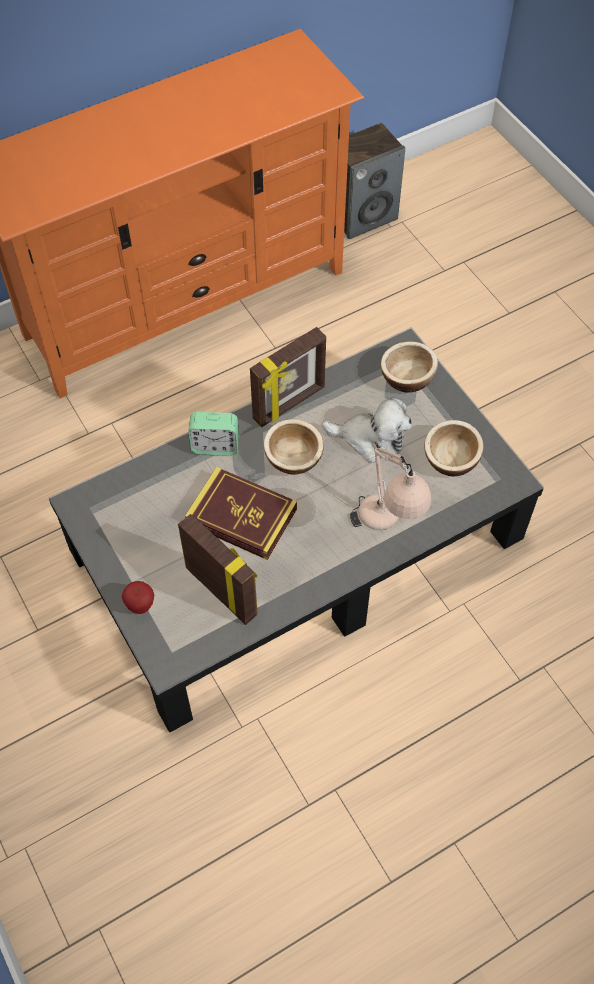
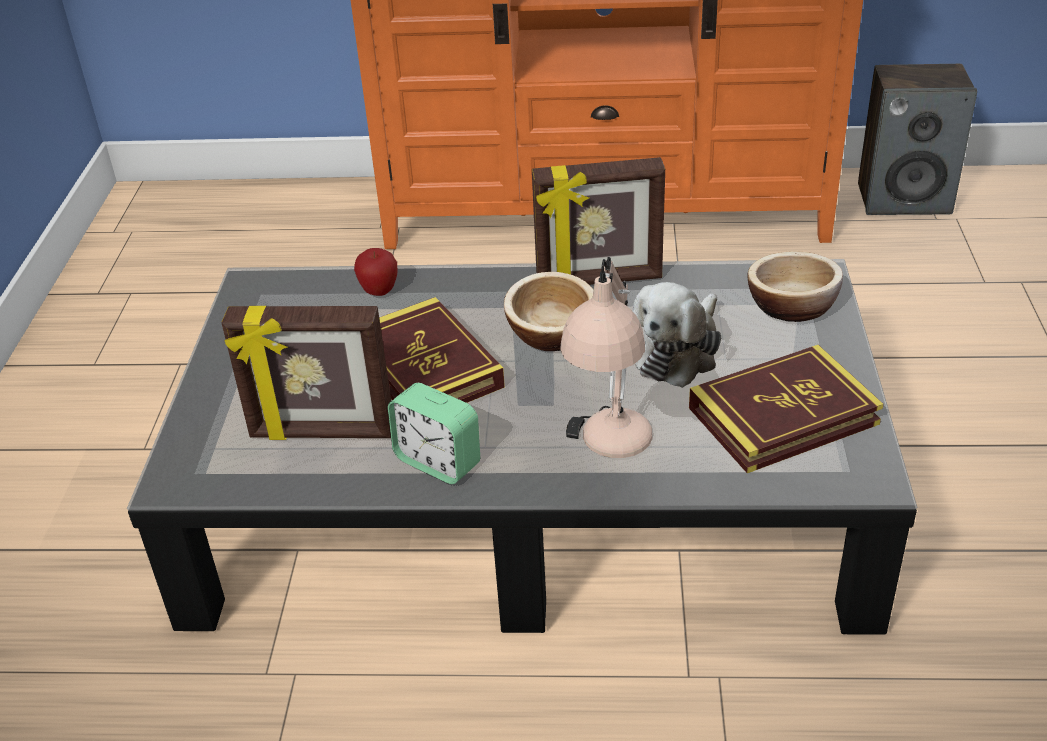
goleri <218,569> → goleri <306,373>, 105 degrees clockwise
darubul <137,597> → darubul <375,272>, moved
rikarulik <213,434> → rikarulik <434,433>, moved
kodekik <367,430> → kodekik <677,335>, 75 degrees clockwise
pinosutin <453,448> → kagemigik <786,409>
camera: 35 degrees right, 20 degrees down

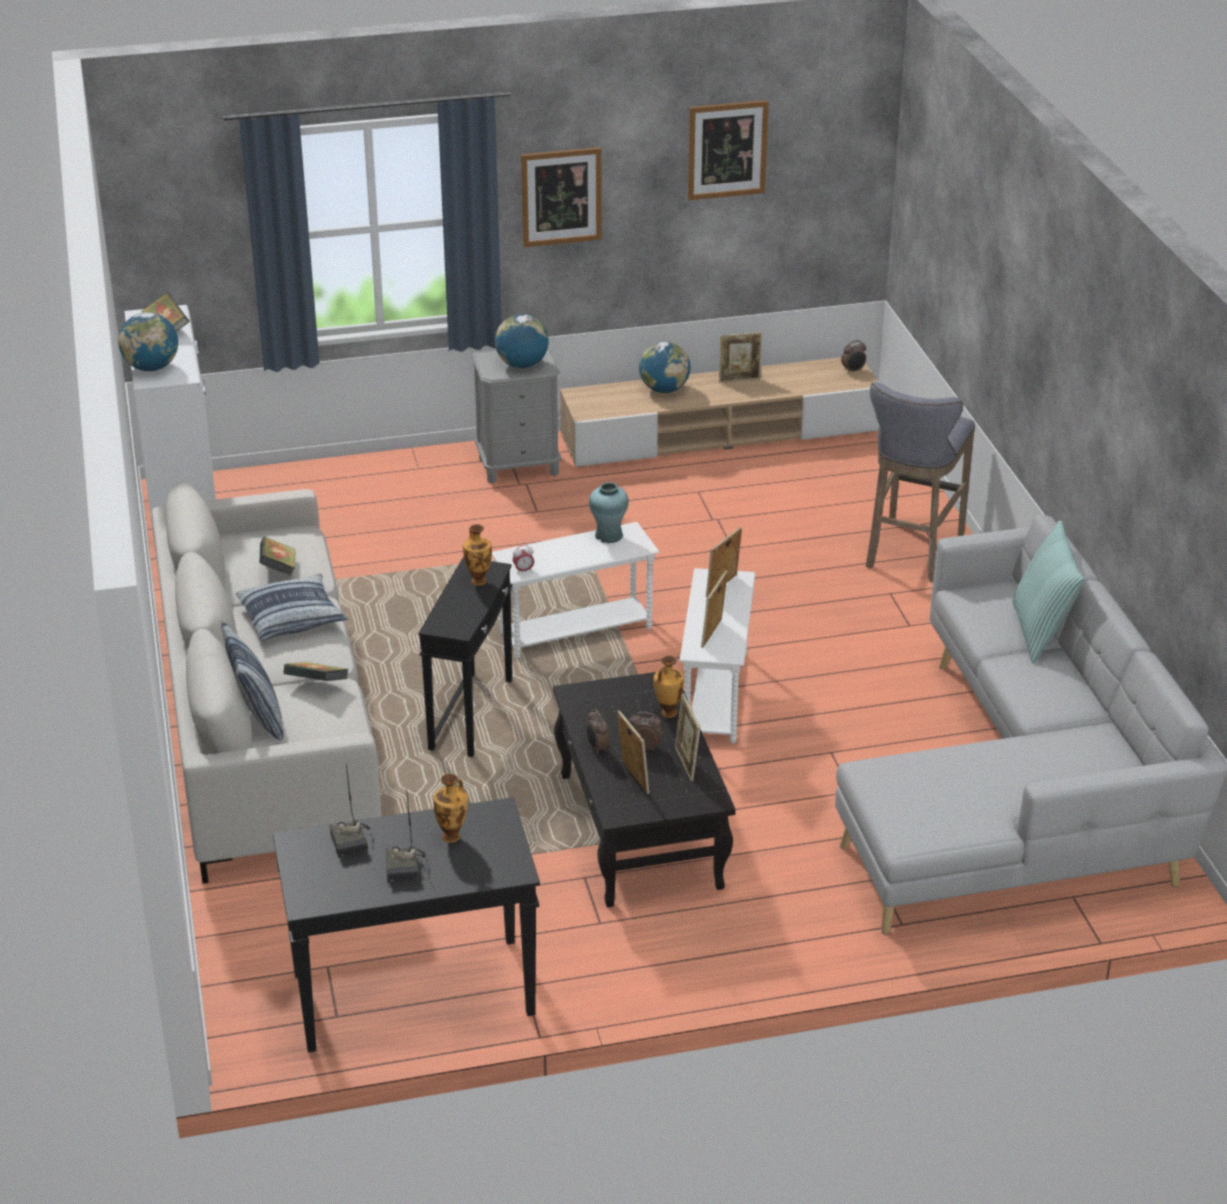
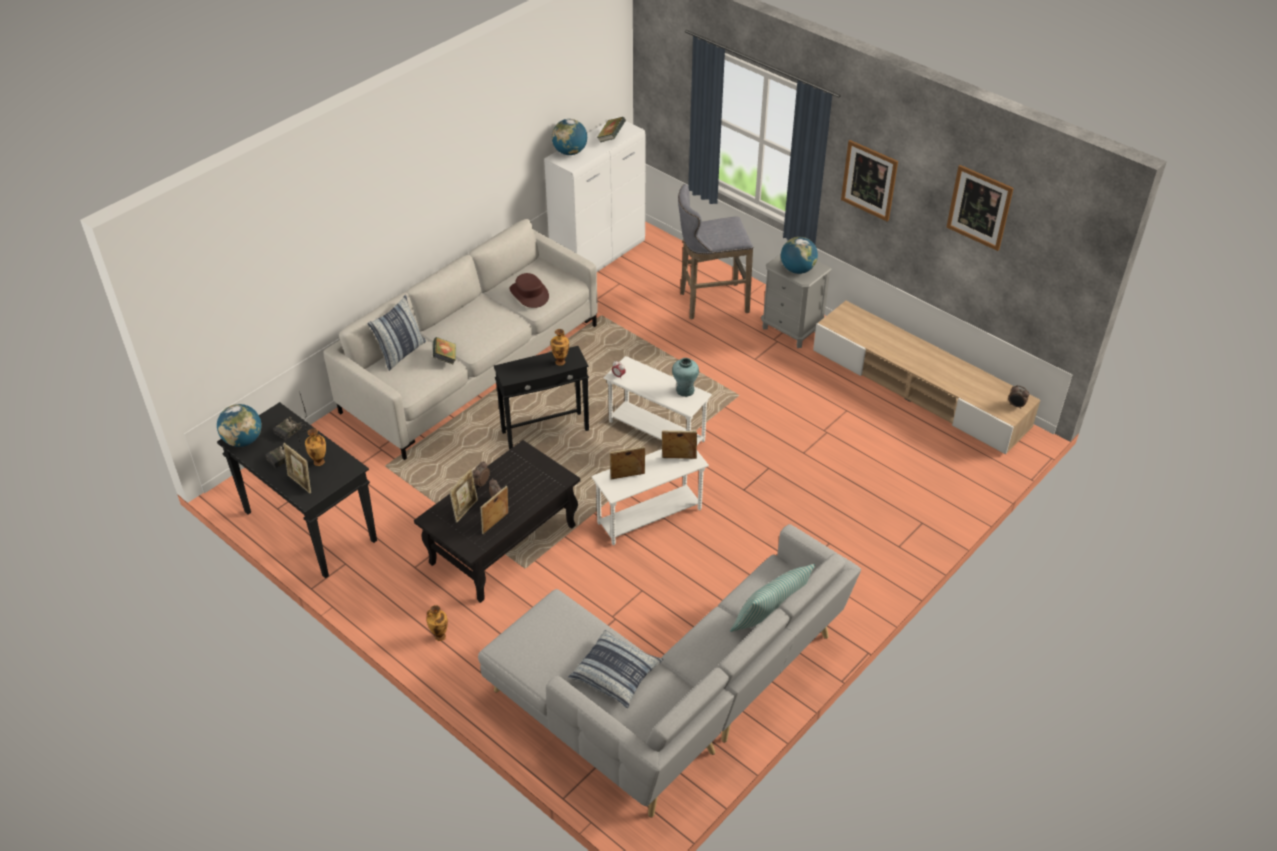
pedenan <664,367> → pedenan <239,425>, moved
goleri <740,357> → goleri <297,468>, moved
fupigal <668,687> → fupigal <437,623>, moved
kagemigik <277,556> → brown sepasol <529,290>
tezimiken <292,607> → tezimiken <616,669>, moved
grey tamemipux <920,482> → grey tamemipux <715,252>, moved
camera: 55 degrees right, 10 degrees up

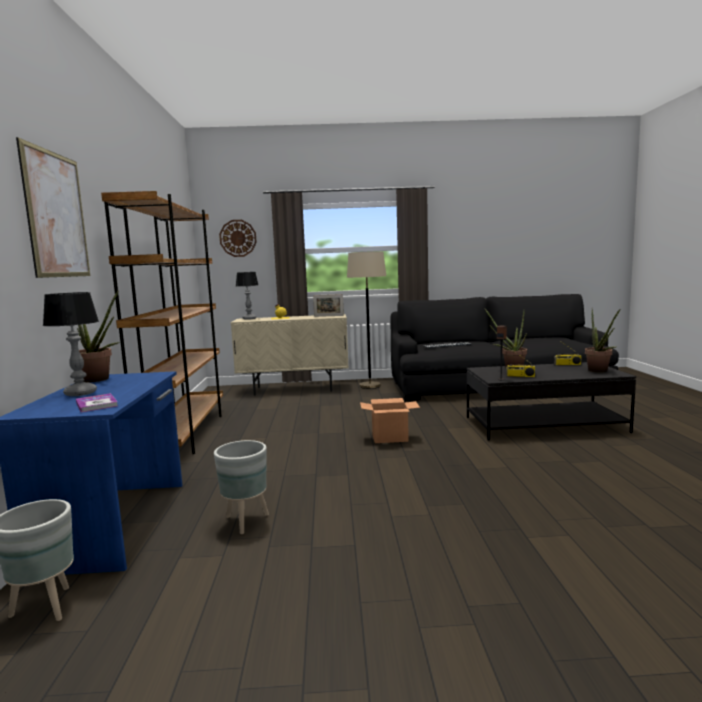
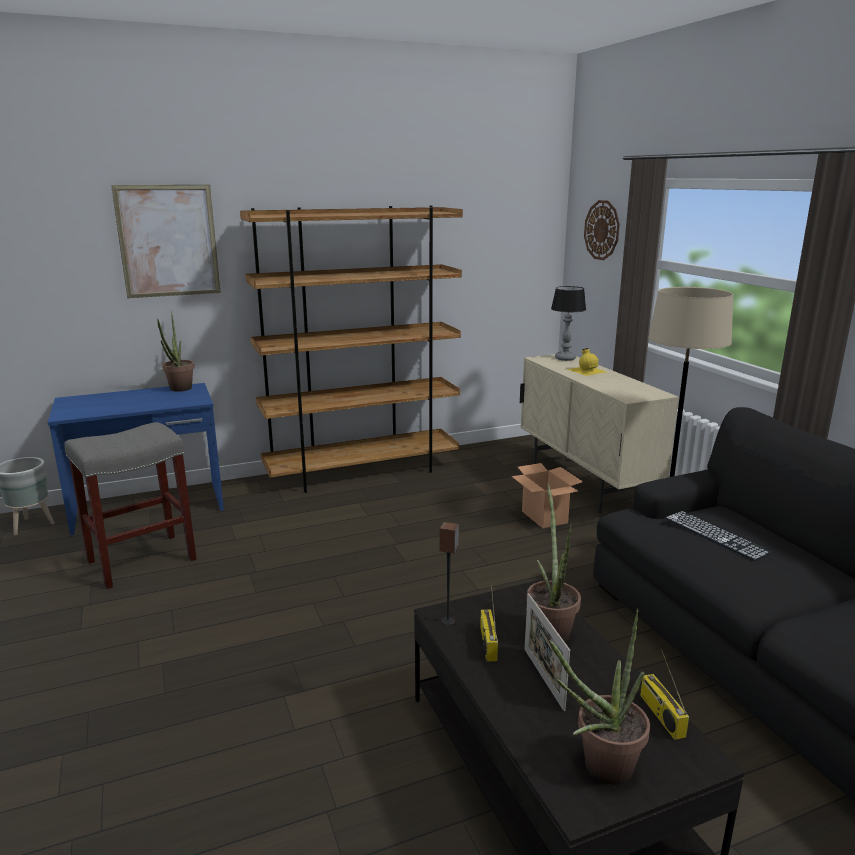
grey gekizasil <241,487> → grey tamemipux <130,505>
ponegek <390,420> → ponegek <547,496>, moved
goleri <328,305> → goleri <547,652>, moved
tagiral <71,344> → -
kagemigik <97,402> → -
camera: 70 degrees right, 10 degrees up

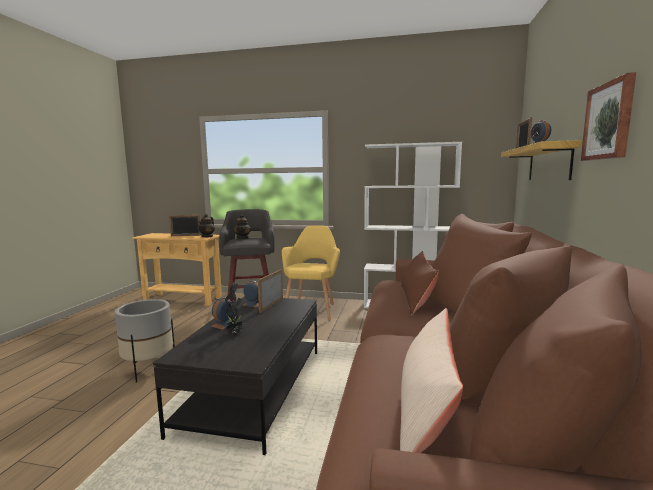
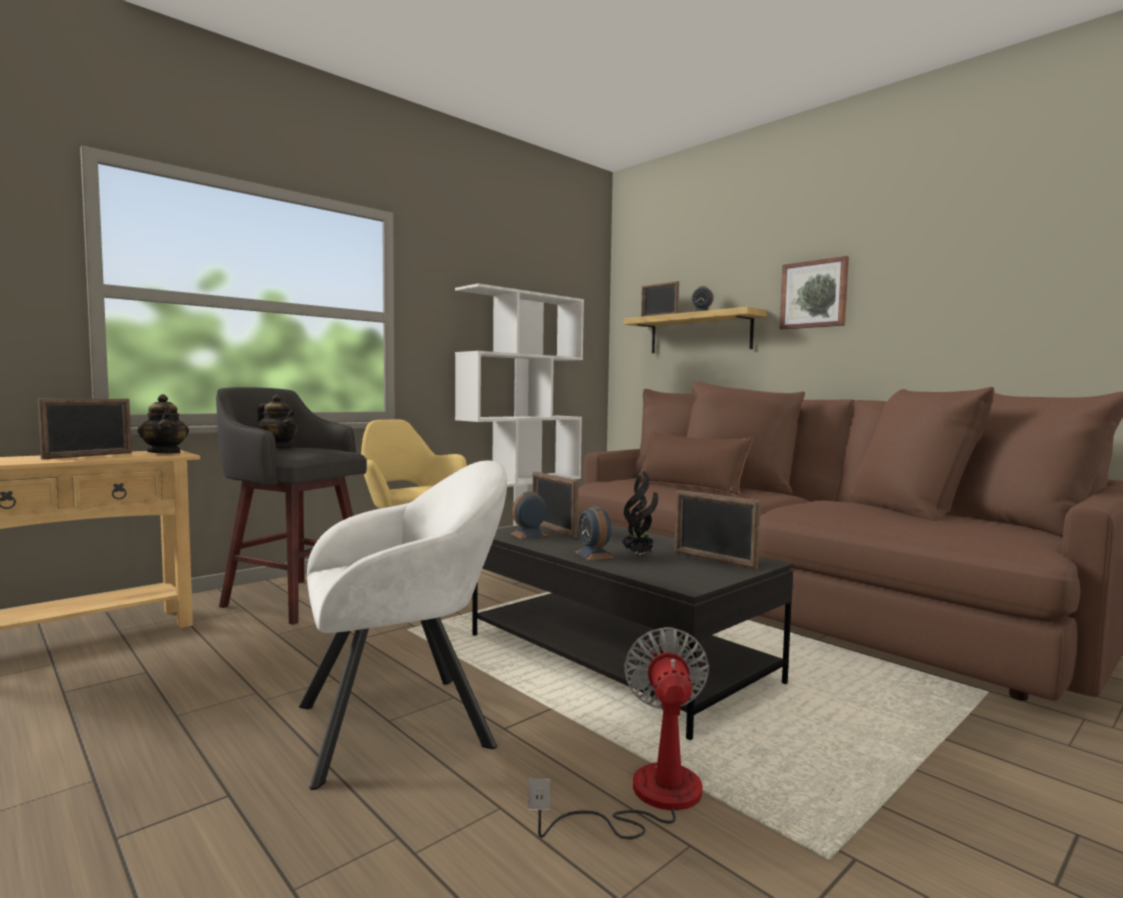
grey gekizasil <145,341> → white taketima <403,625>
- → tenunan <618,733>
- → goleri <717,529>
beige tezimiken <431,380> → -
camera: 55 degrees left, 5 degrees down

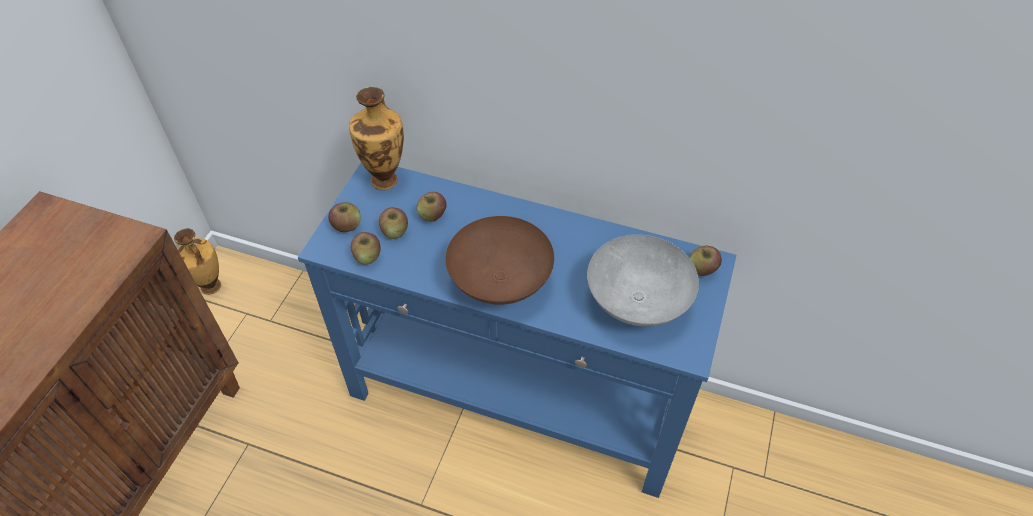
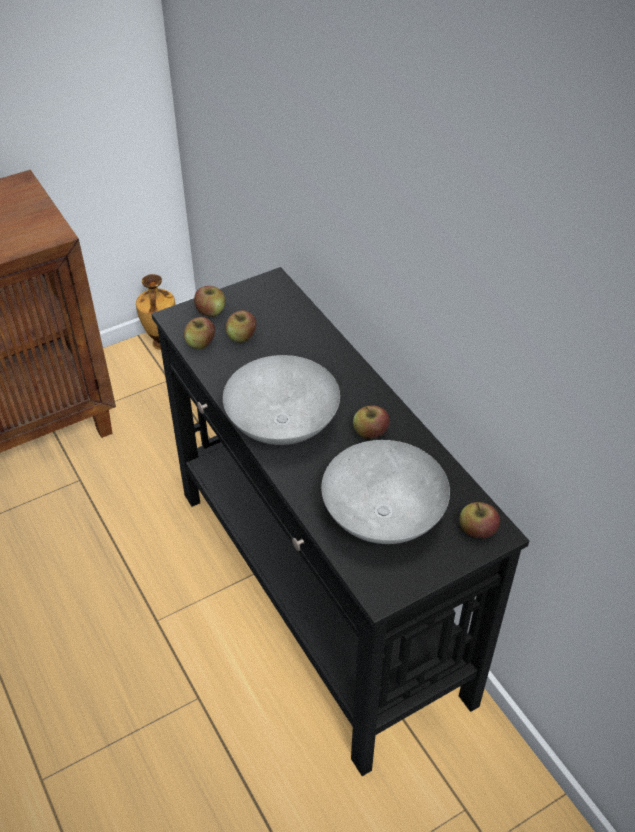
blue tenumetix <517,330> → black tenumetix <340,521>
brown pinosutin <500,260> → grey pinosutin <281,400>
darubul <431,207> → darubul <371,422>, moved
fupigal <376,138> → -
camera: 40 degrees right, 5 degrees down

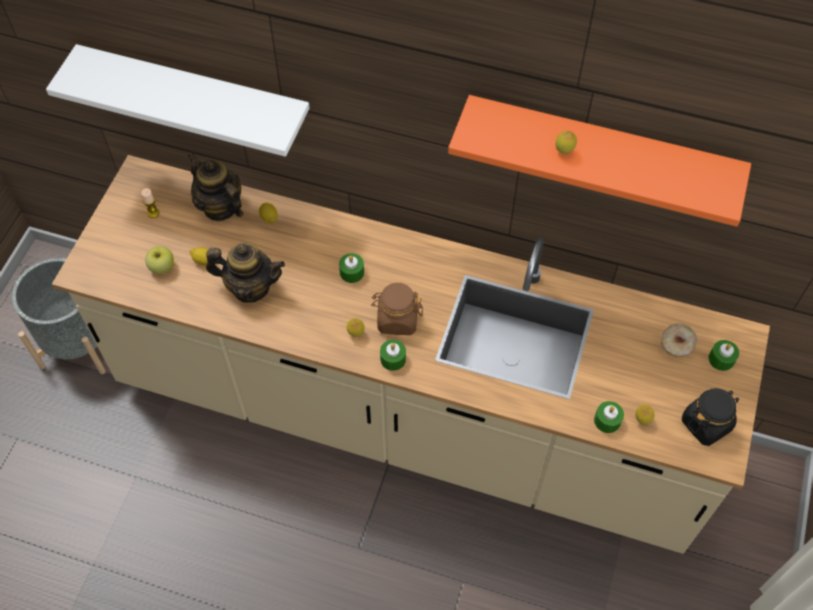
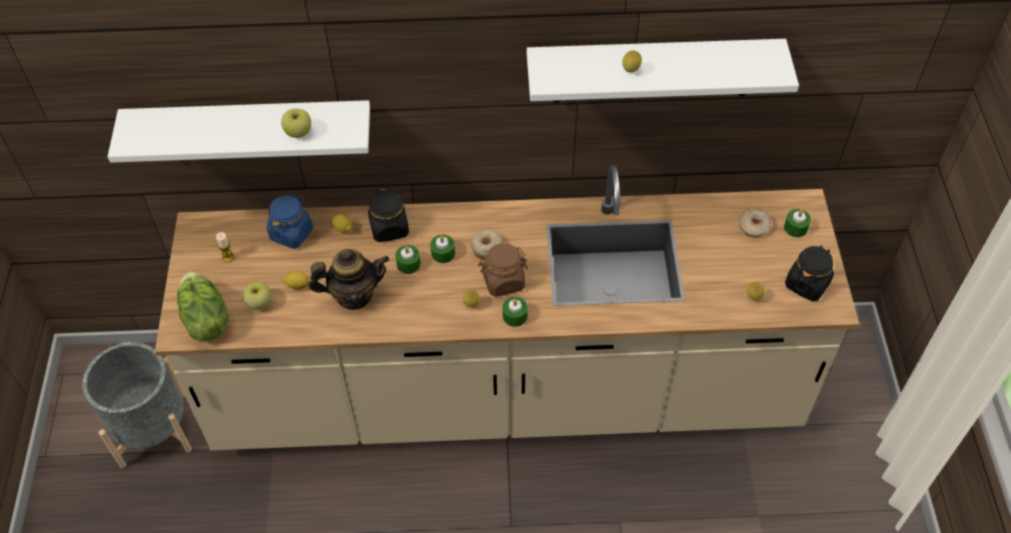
- → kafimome <202,306>
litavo <215,187> → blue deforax <290,221>
- → darubul <296,123>
- → black deforax <388,215>
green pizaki <609,417> → green pizaki <408,259>, moved
- → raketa <486,245>
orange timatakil <599,161> → white timatakil <663,70>
camera: 20 degrees left, 5 degrees down

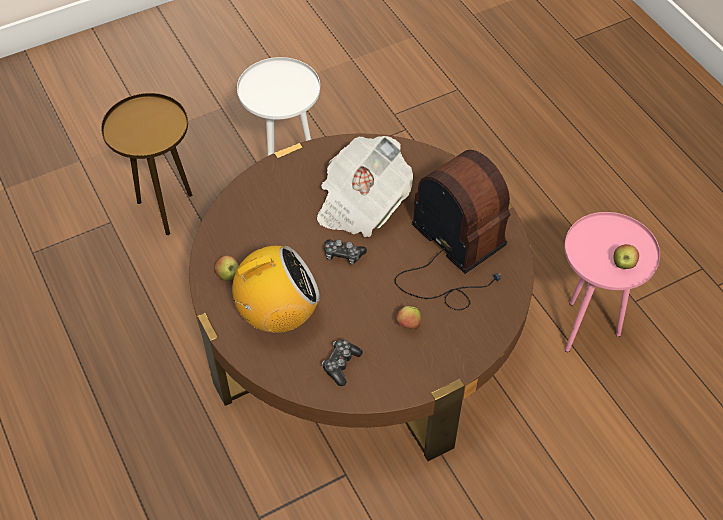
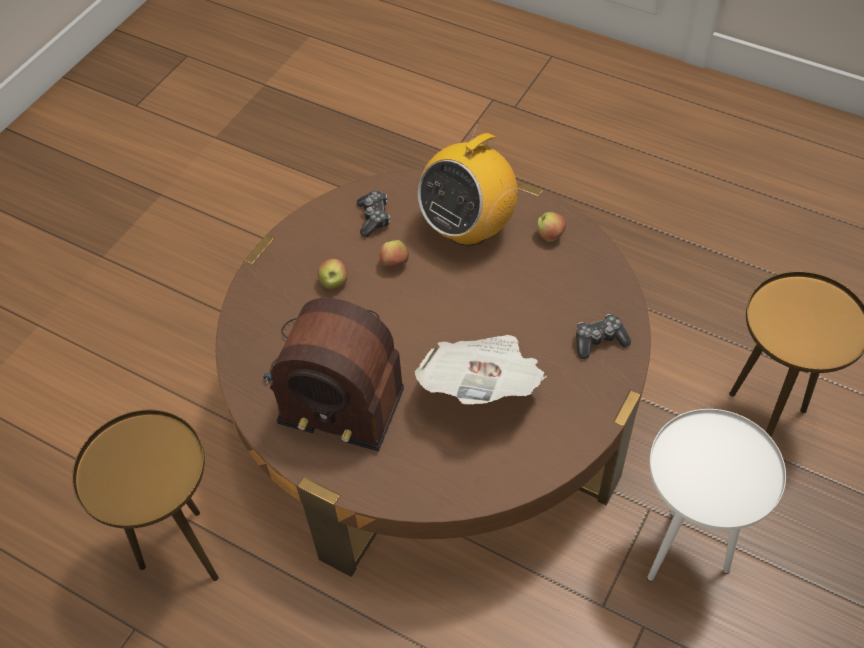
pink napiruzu <612,282> → brown napiruzu <145,495>
darubul <626,256> → darubul <394,253>, moved
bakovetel <345,252> → bakovetel <603,336>, moved
camera: 150 degrees right, 0 degrees up

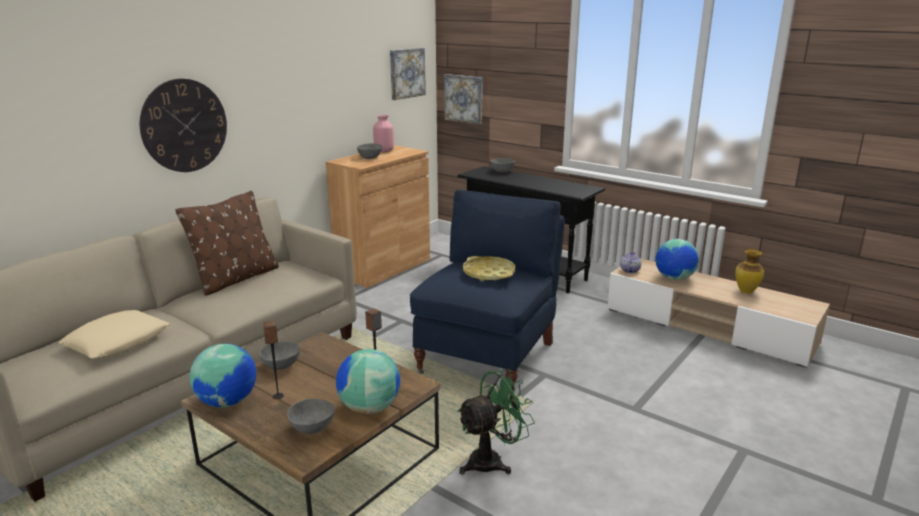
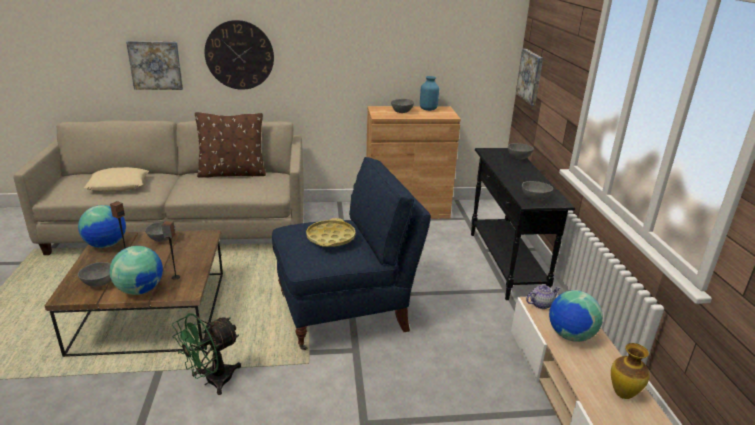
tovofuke <408,74> → tovofuke <154,65>, moved
green tenunan <496,421> → green tenunan <206,354>, 120 degrees clockwise
pink fupigal <383,133> → blue fupigal <429,93>
- → grey pinosutin <537,191>
camera: 45 degrees right, 5 degrees up

